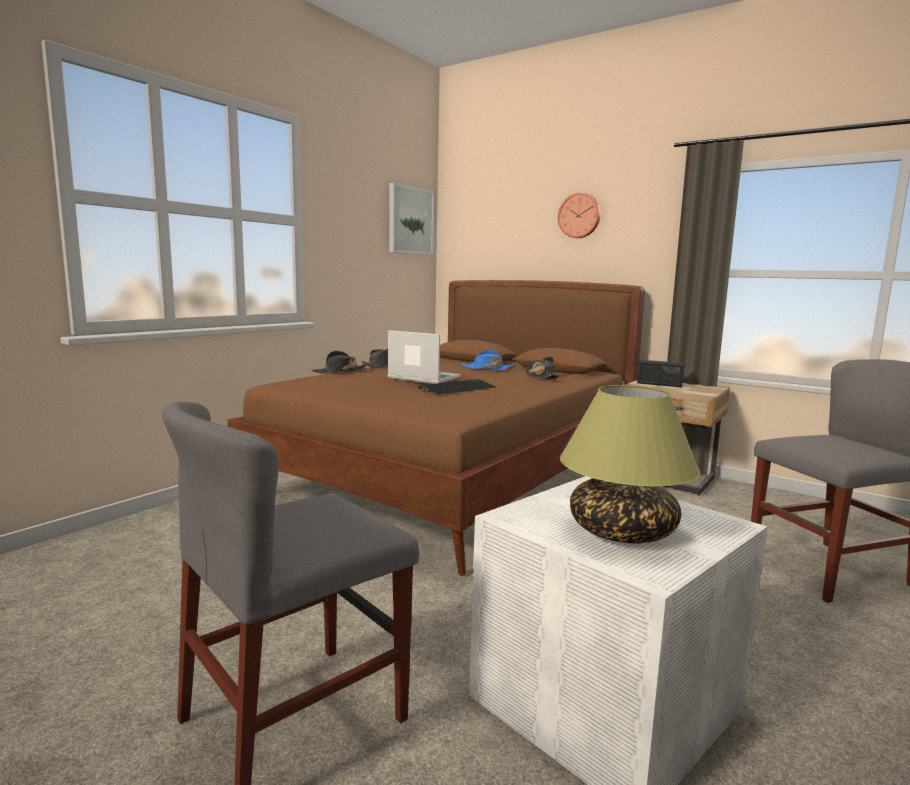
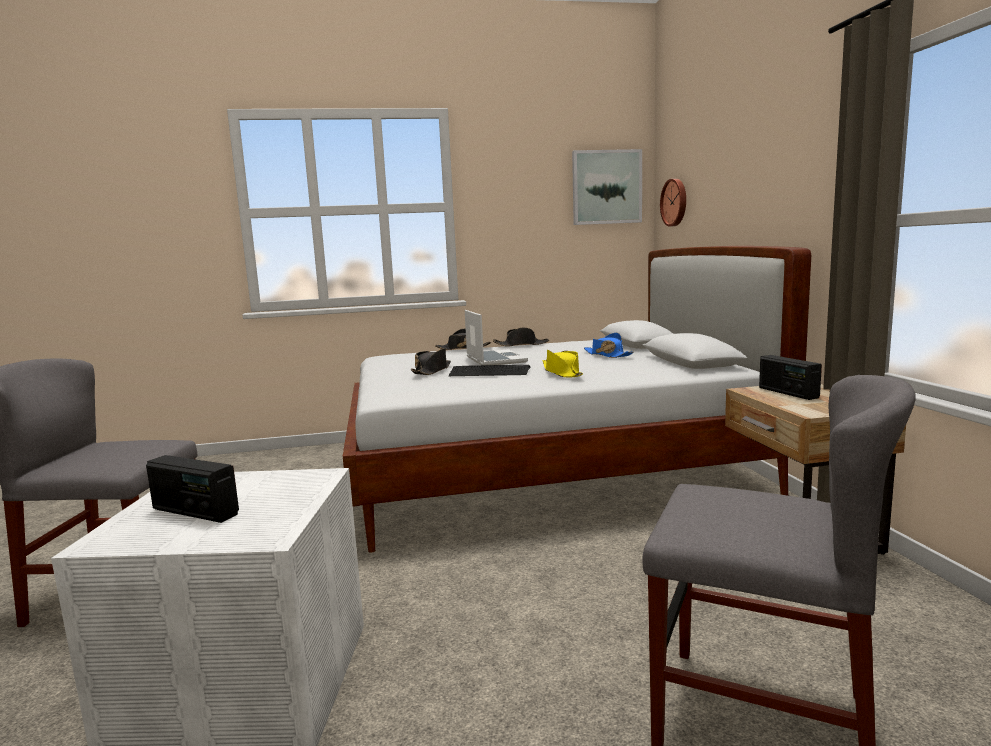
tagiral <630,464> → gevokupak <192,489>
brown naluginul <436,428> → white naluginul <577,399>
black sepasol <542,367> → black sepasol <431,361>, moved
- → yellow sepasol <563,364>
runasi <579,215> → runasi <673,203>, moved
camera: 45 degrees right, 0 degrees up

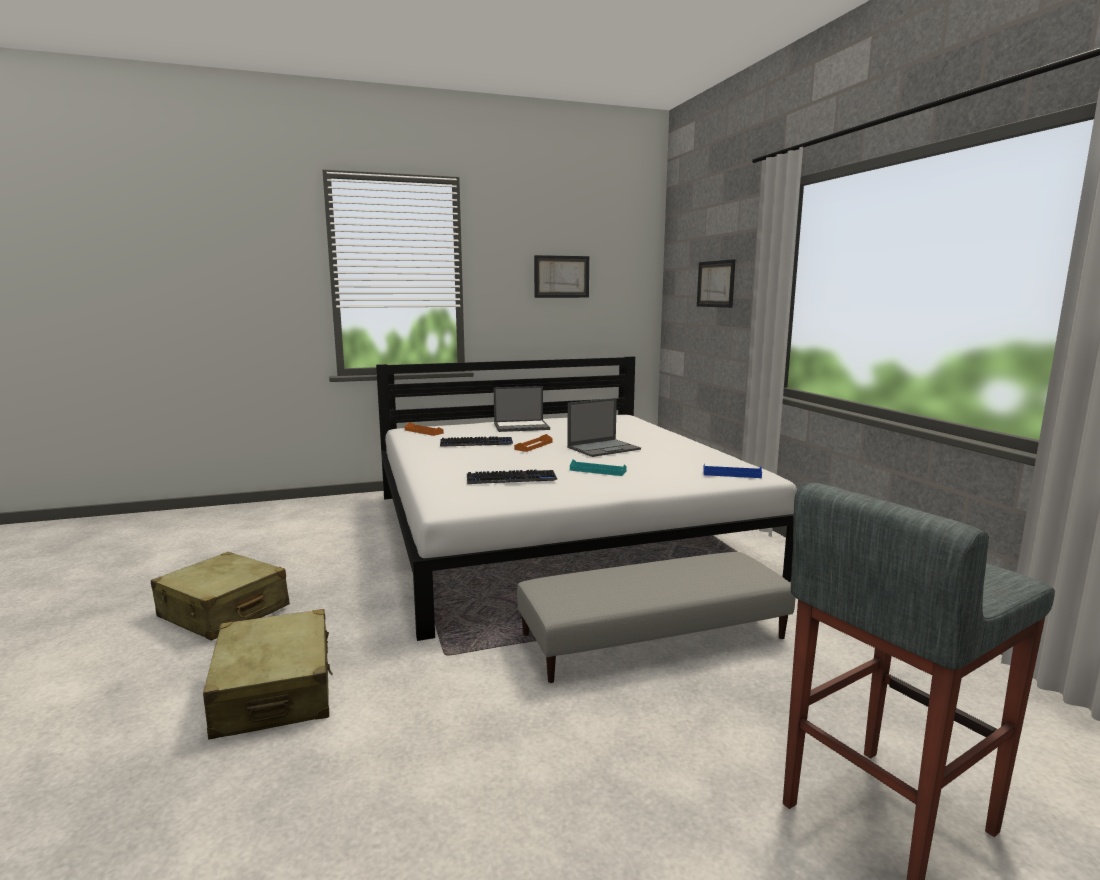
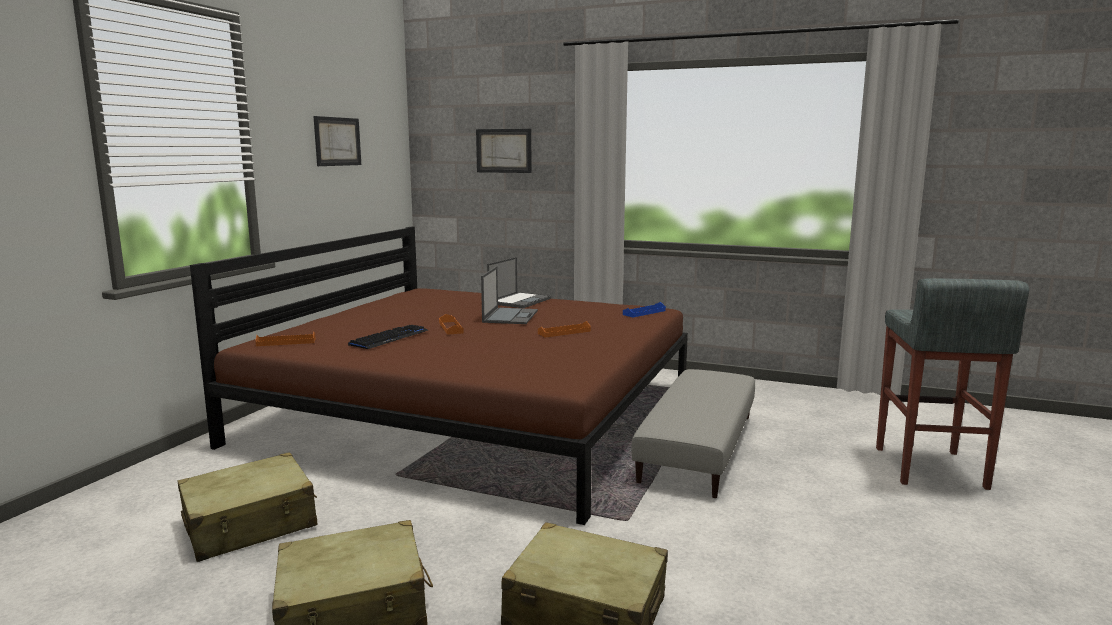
- → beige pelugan <247,507>
white naluginul <586,498> → brown naluginul <439,376>
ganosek <522,409> → ganosek <519,282>, moved
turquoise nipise <598,468> → orange nipise <564,329>
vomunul <512,477> → -
camera: 50 degrees left, 0 degrees up

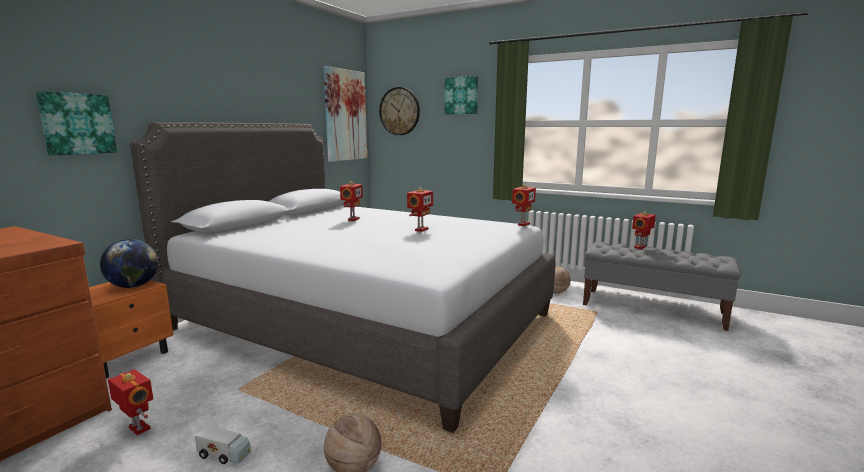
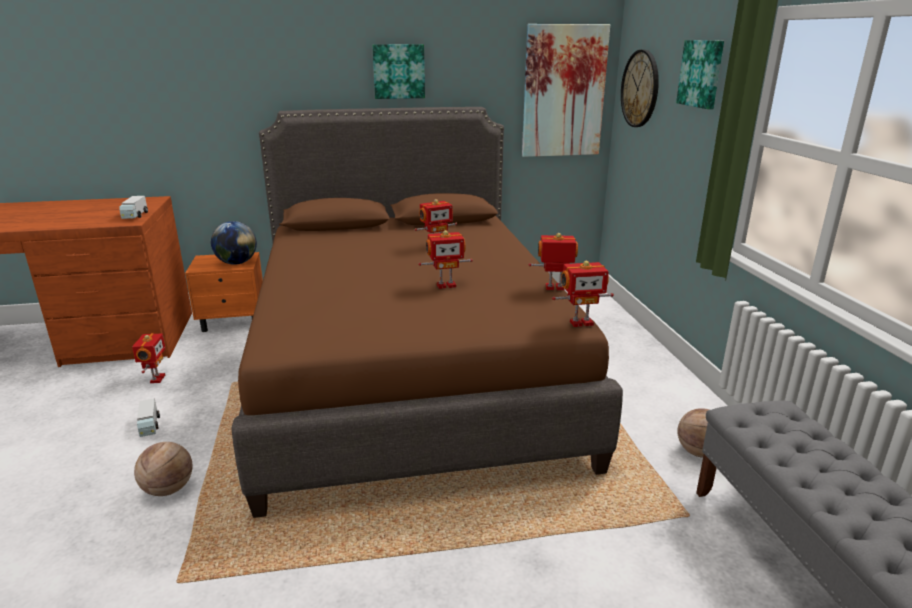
- → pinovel <134,207>
grey naluginul <342,277> → brown naluginul <427,312>
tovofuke <76,123> → tovofuke <398,71>, moved
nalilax <644,230> → nalilax <553,261>, moved
camera: 50 degrees right, 10 degrees up

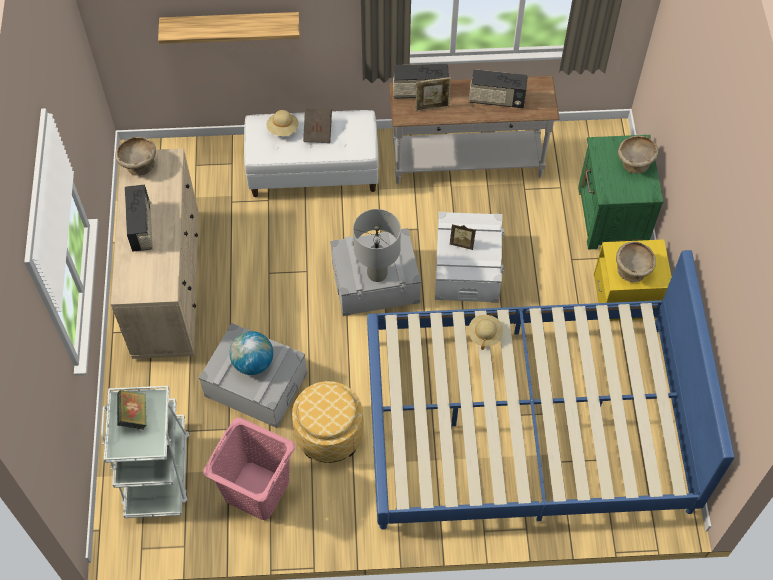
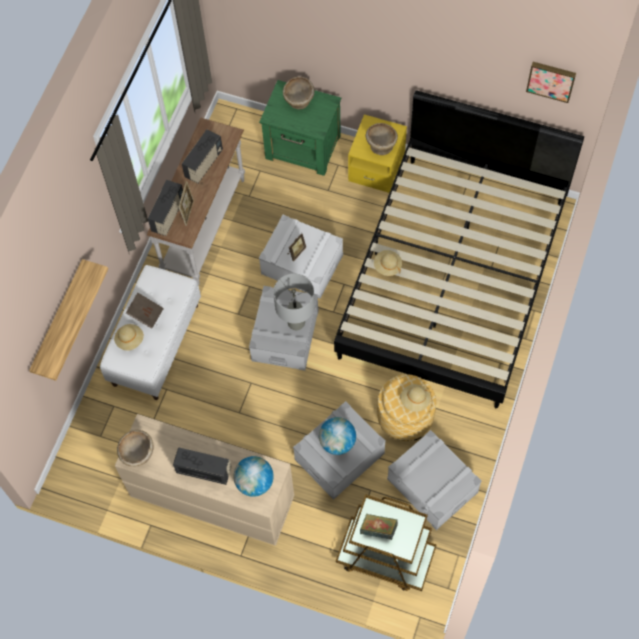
- → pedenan <253,476>
blue naluginul <551,390> → black naluginul <459,249>
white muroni <145,452> → brown muroni <386,542>
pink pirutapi <249,469> → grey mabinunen <434,480>
- → beige sepasol <415,398>
- → tovofuke <551,82>
camera: 65 degrees left, 5 degrees up

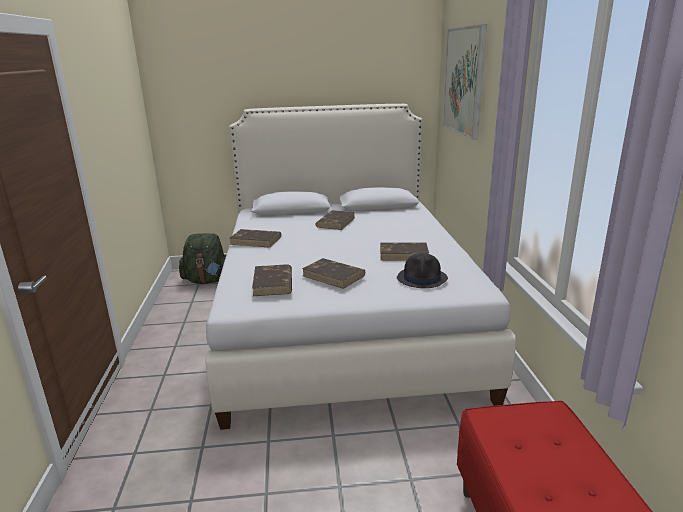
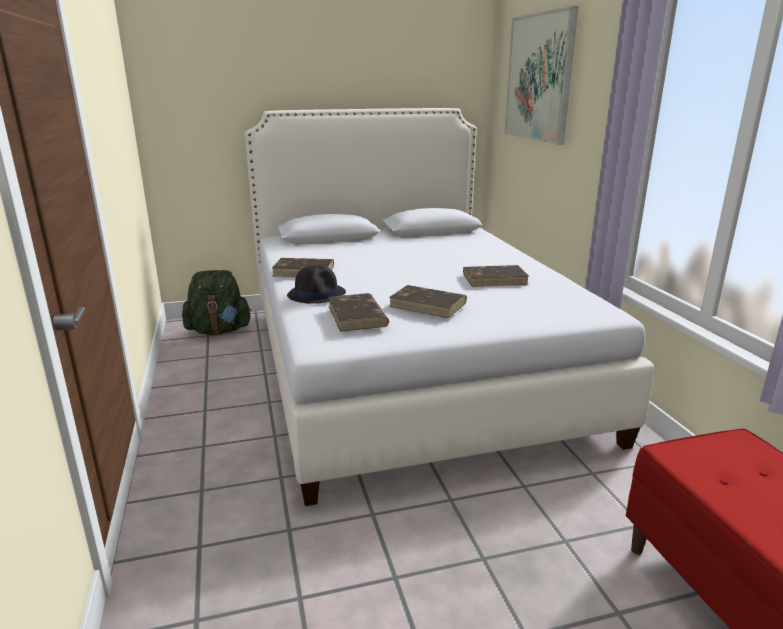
black sepasol <422,270> → black sepasol <316,284>, moved
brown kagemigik <335,220> → -
camera: 10 degrees left, 0 degrees up

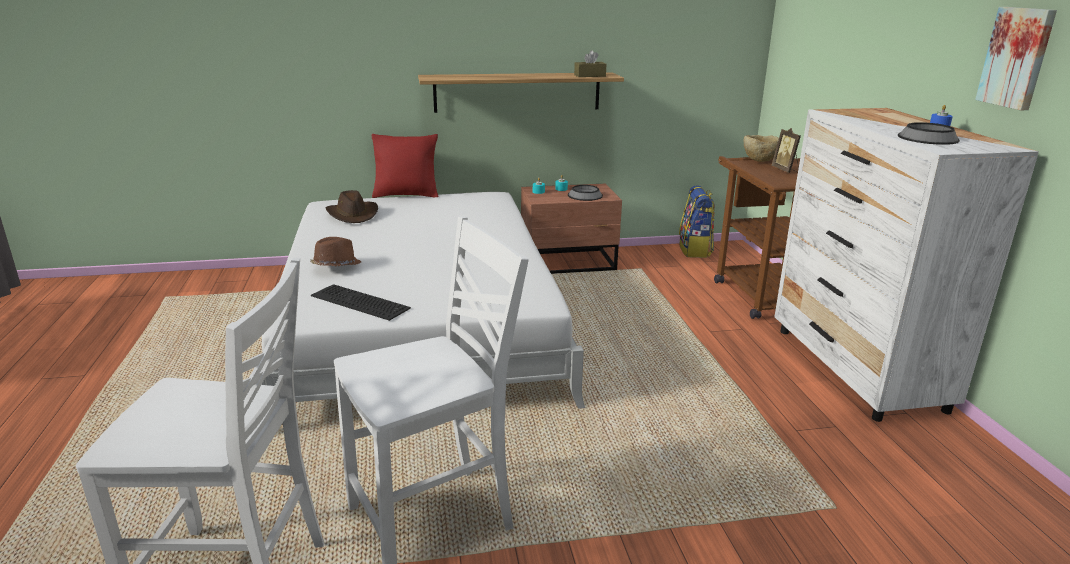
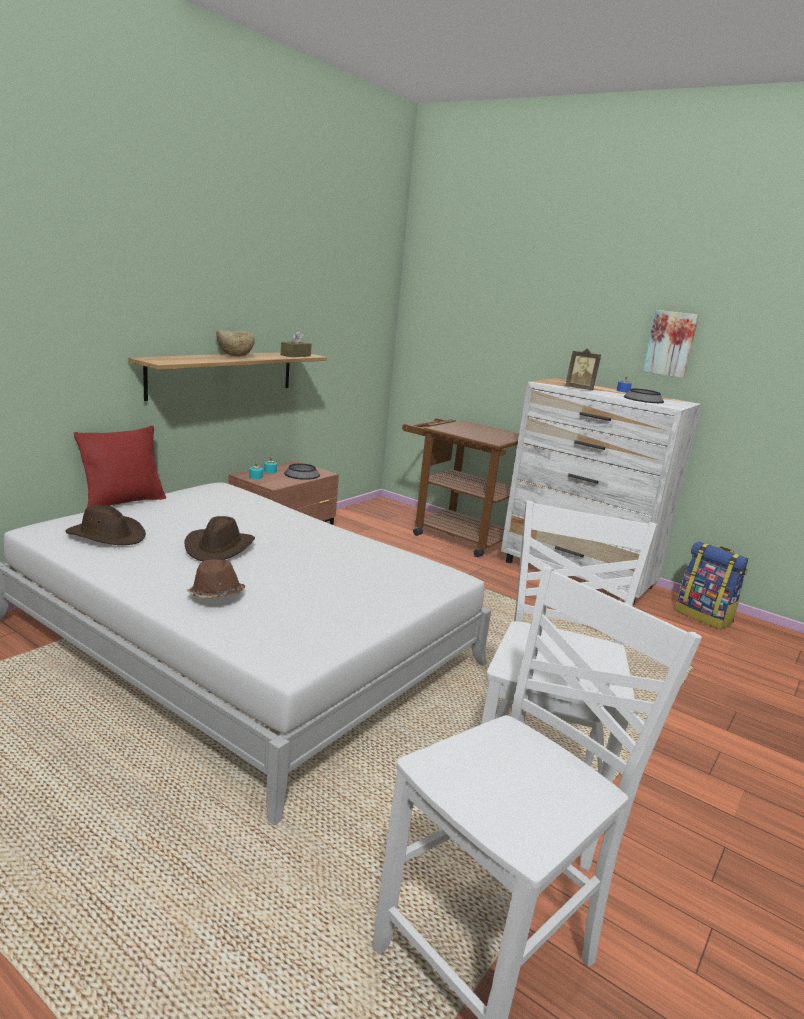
- → brown sepasol <219,538>
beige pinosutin <761,148> → beige pinosutin <235,343>, moved
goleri <786,150> → goleri <583,369>, moved
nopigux <697,221> → nopigux <711,585>, moved
vomunul <361,302> → -
camera: 45 degrees left, 5 degrees down

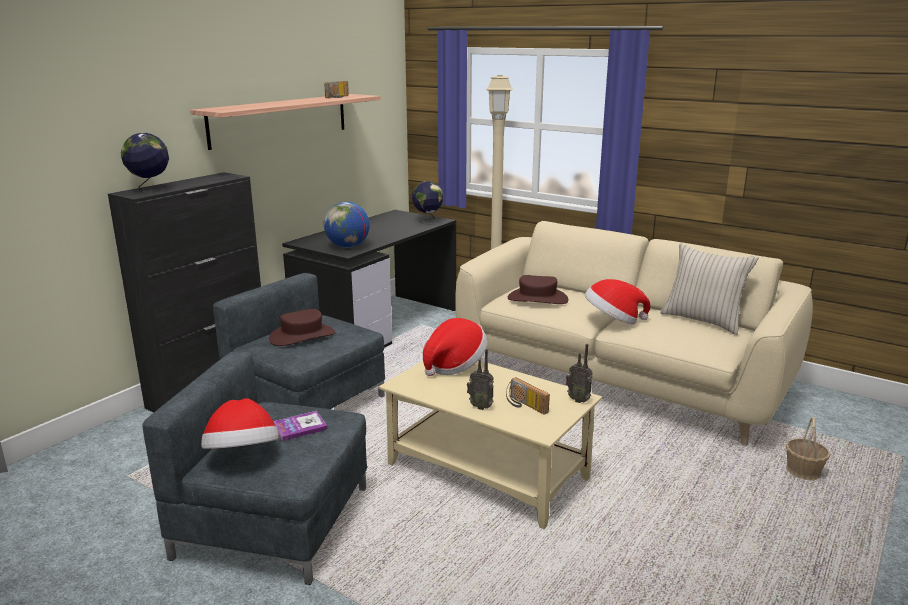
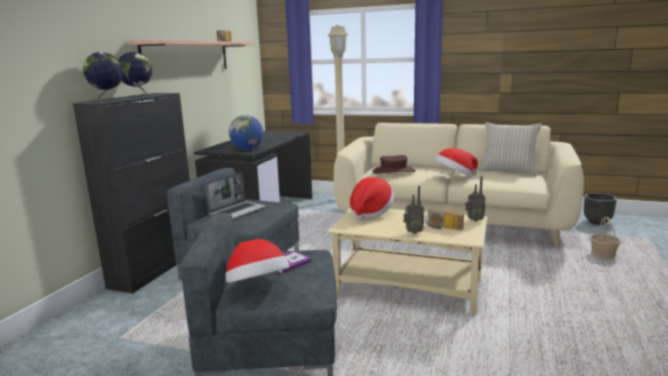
pedenan <427,203> → pedenan <135,74>, moved
brown sepasol <302,327> → ganosek <235,195>
- → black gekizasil <600,209>
camera: 15 degrees left, 5 degrees down

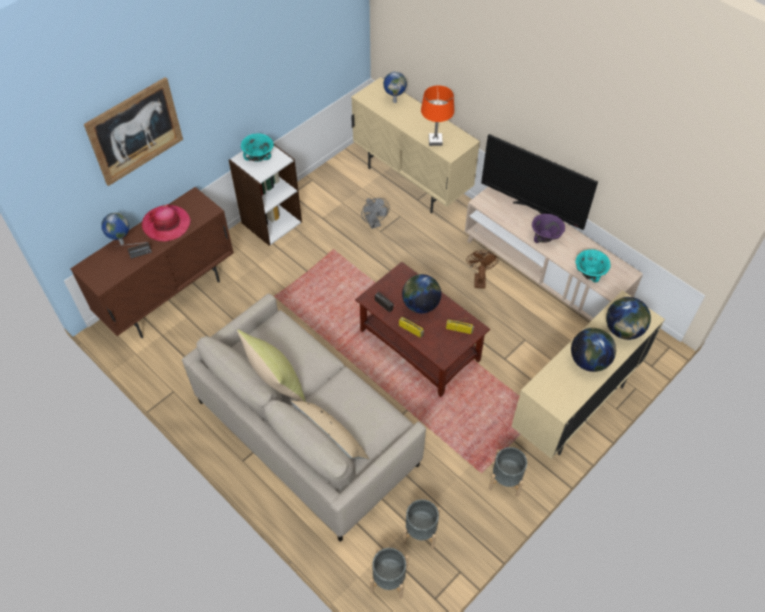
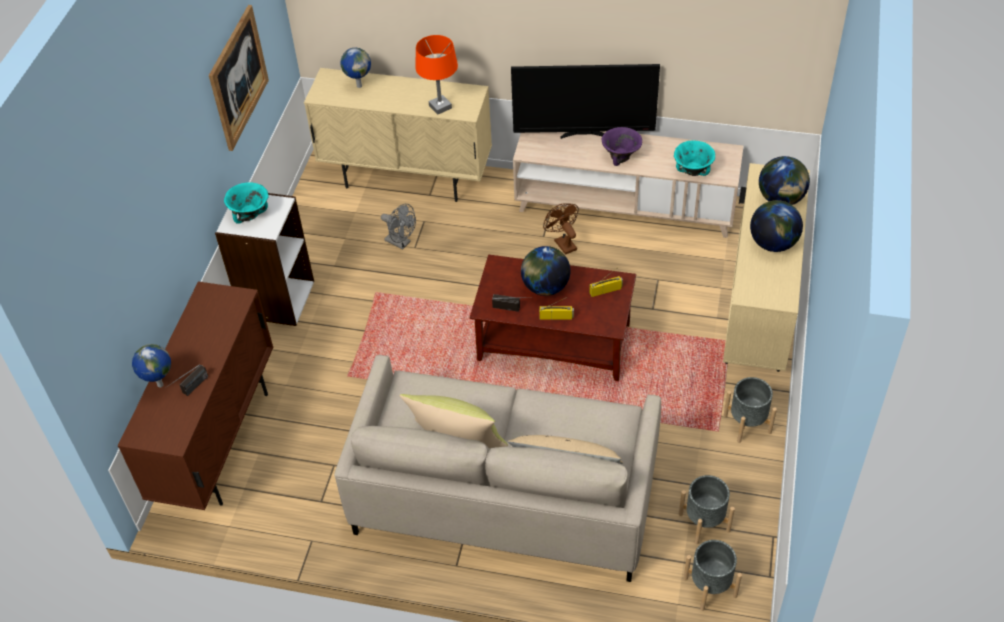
tovofuke <133,131> → tovofuke <239,78>, moved
sepasol <166,223> → -
camera: 30 degrees left, 5 degrees down

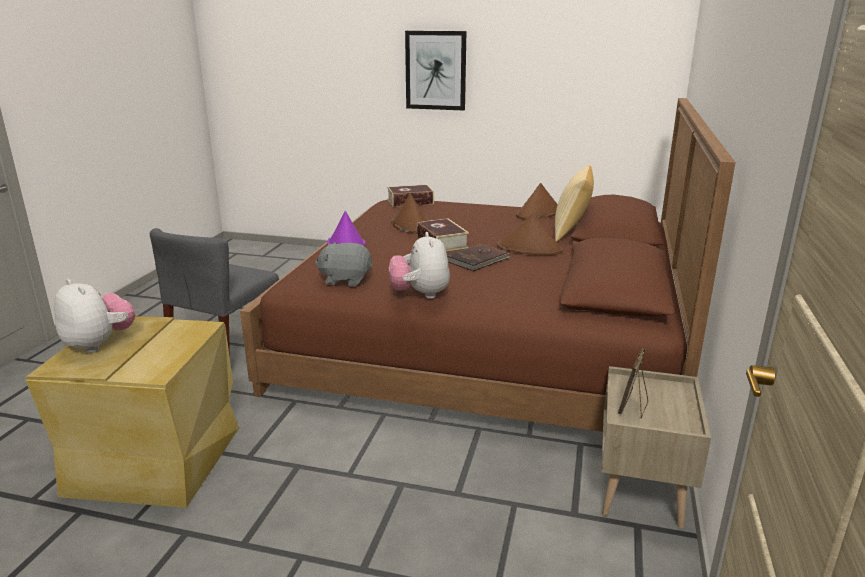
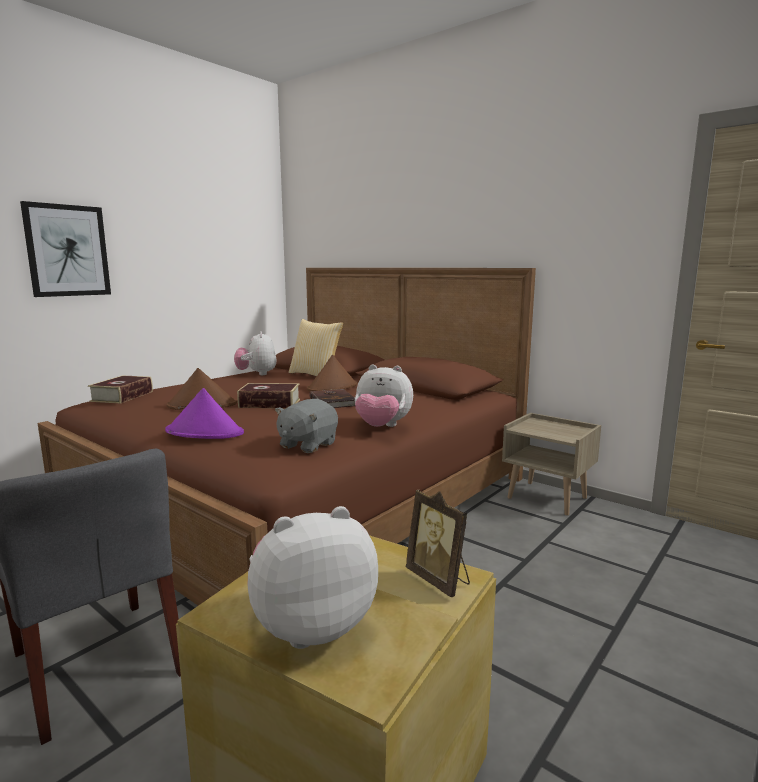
brown sepasol <537,201> → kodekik <255,353>
goleri <633,383> → goleri <438,544>, moved
camera: 65 degrees left, 10 degrees down

